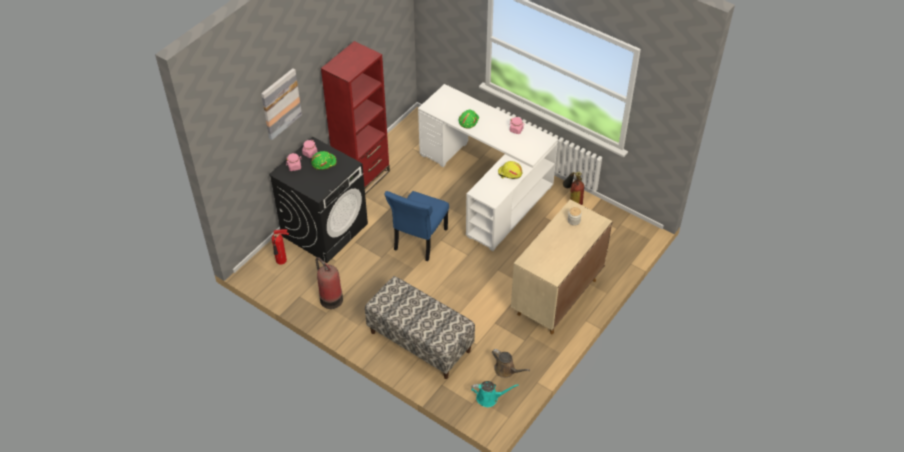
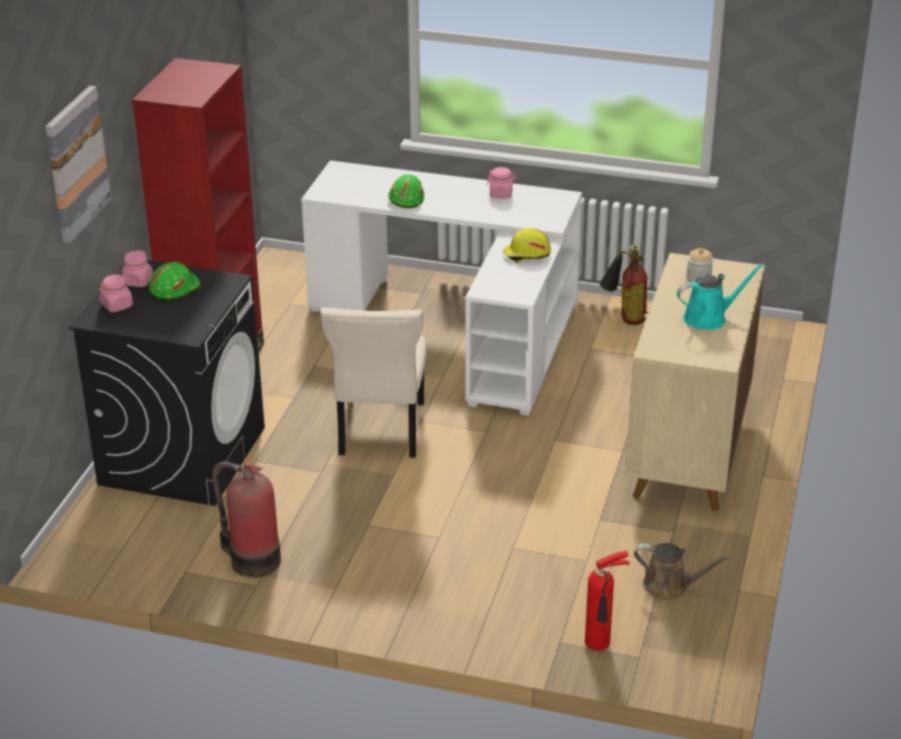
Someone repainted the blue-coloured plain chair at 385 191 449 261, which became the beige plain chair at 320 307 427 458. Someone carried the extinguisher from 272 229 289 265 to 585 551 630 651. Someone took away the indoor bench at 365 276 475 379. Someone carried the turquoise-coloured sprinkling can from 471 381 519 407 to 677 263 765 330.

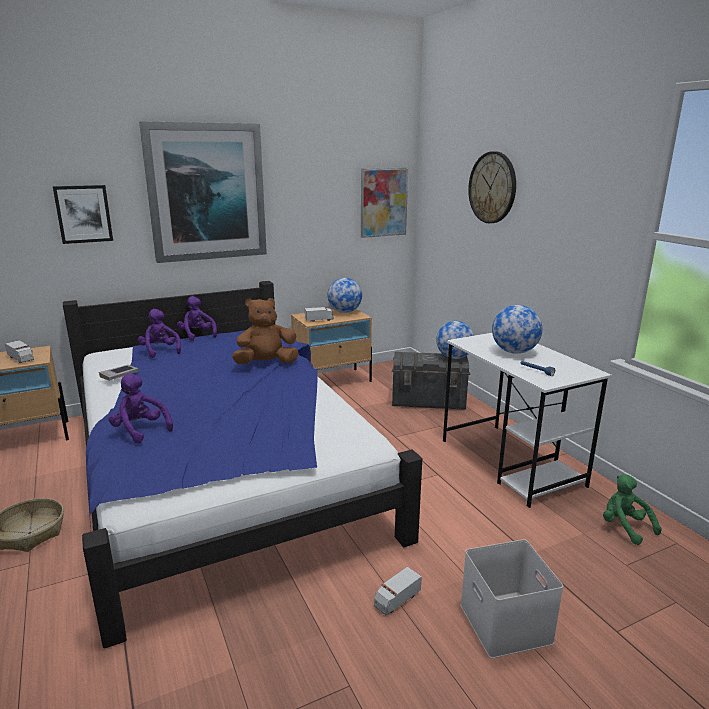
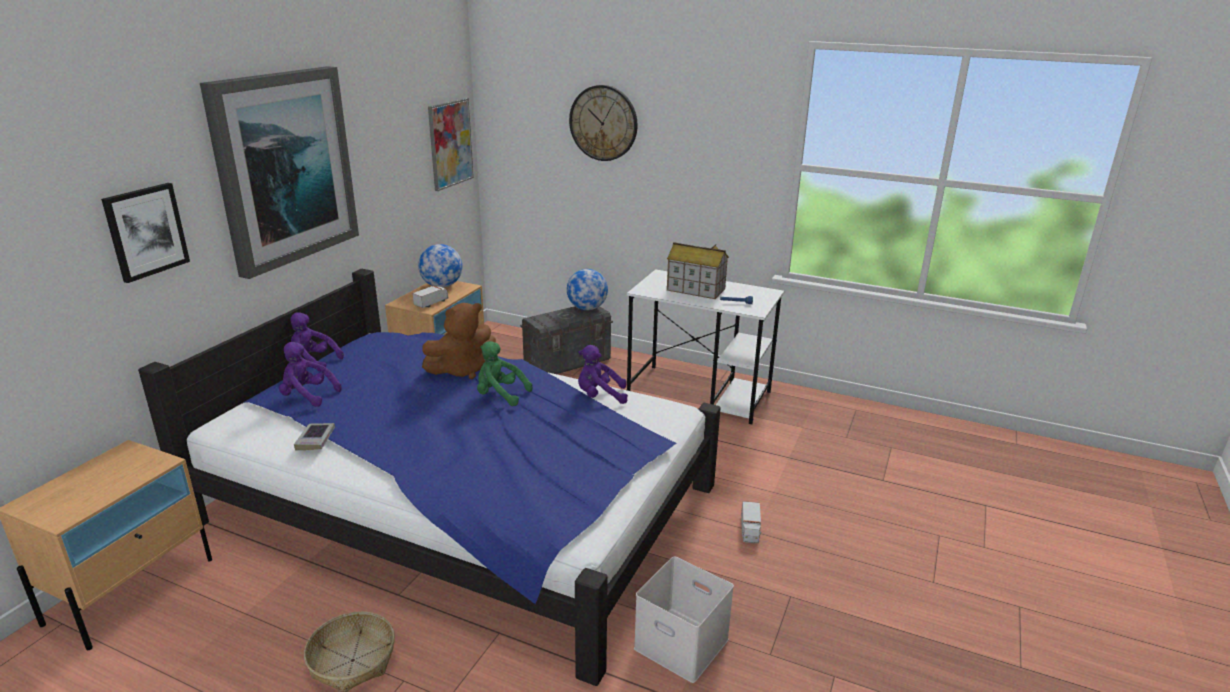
Someone rotated the brown soft toy at 232 298 299 364 by 150 degrees counterclockwise. Someone swapped the globe at 492 305 542 354 for the toy house at 667 242 729 299. Someone took away the toy truck at 5 340 34 363. Someone carried the purple-coloured soft toy from 108 374 173 444 to 578 345 628 404. Someone carried the green soft toy from 603 474 662 545 to 477 341 532 406. Someone carried the white-coloured storage container from 460 539 563 658 to 634 556 734 683.

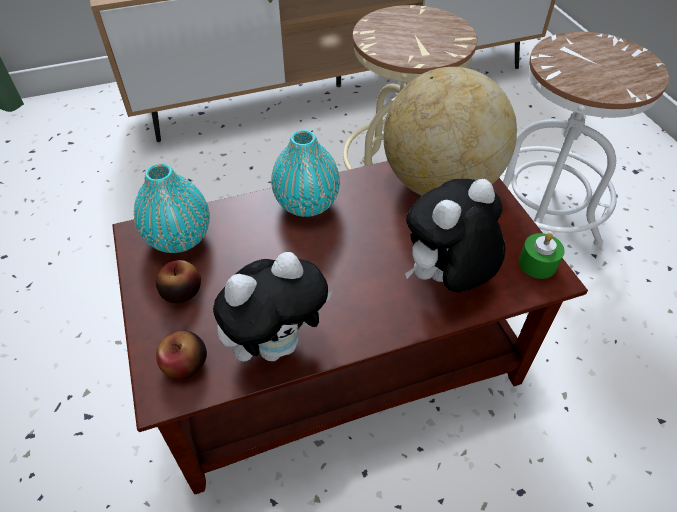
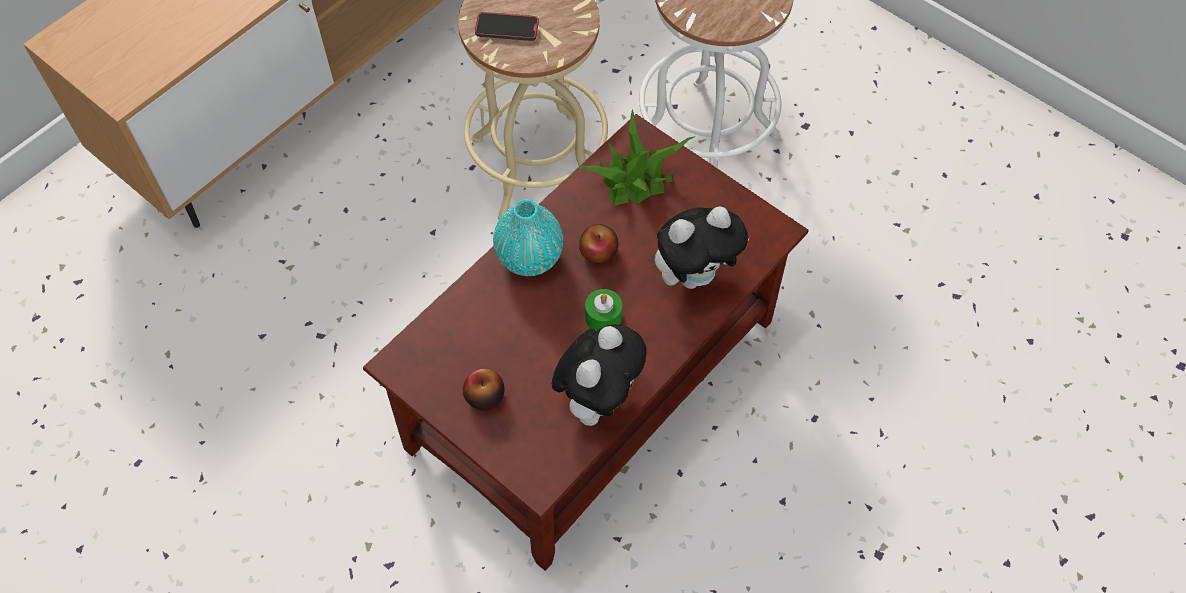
Someone swapped the globe at 383 67 517 196 for the houseplant at 578 109 696 206. Someone took away the turquoise-coloured vase at 134 164 210 253. Someone rotated the soft toy at 405 179 506 292 by 135 degrees counterclockwise. Someone carried the green wax light from 519 233 565 279 to 585 289 622 331. Someone carried the whole apple from 156 330 207 379 to 579 224 618 263. Someone put down the handset at 475 12 539 41.

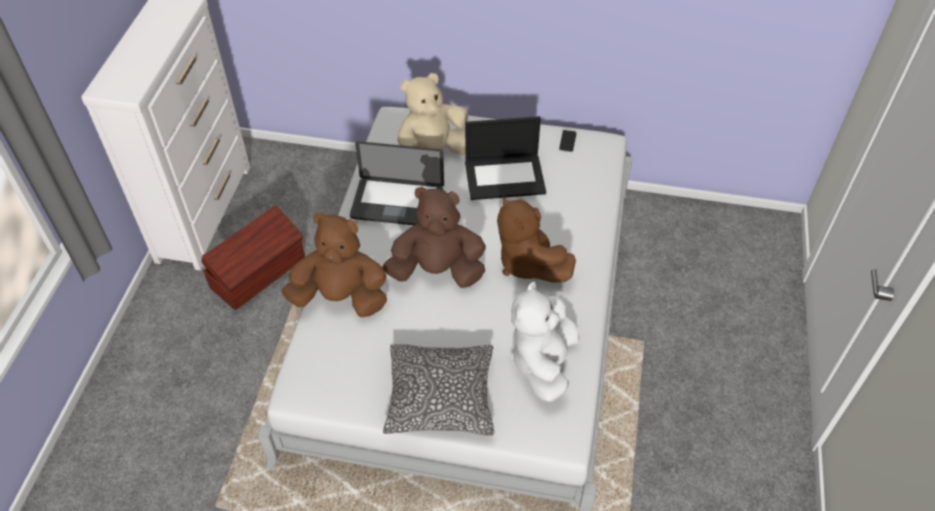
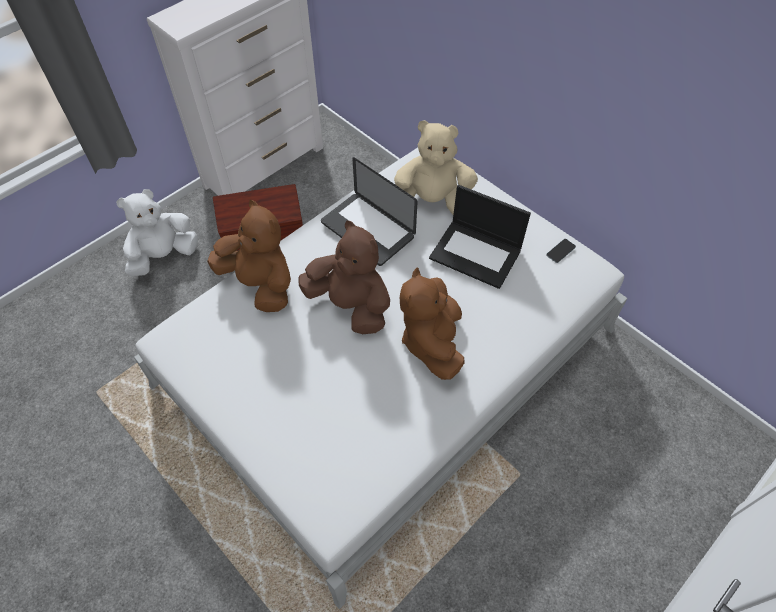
Someone carried the white-coloured soft toy from 511 282 580 402 to 116 189 198 276. Someone took away the cushion at 383 344 494 436.

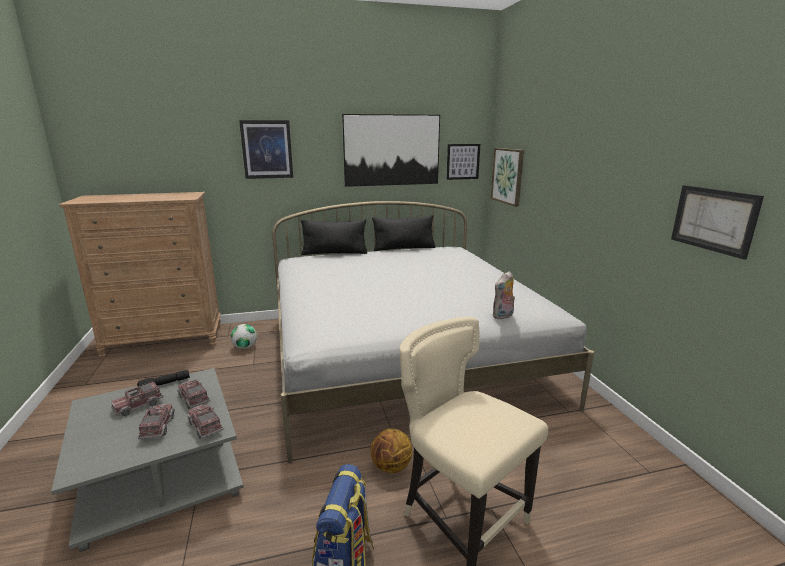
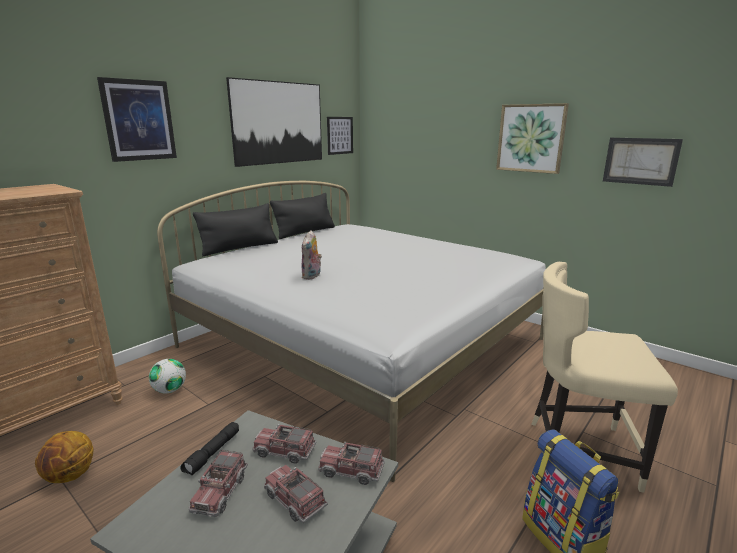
Someone carried the wall picture from 491 148 524 207 to 496 103 569 174. Someone carried the soft toy from 492 271 515 320 to 302 230 322 280. Someone carried the ball for basketball from 370 428 412 473 to 35 431 94 483.

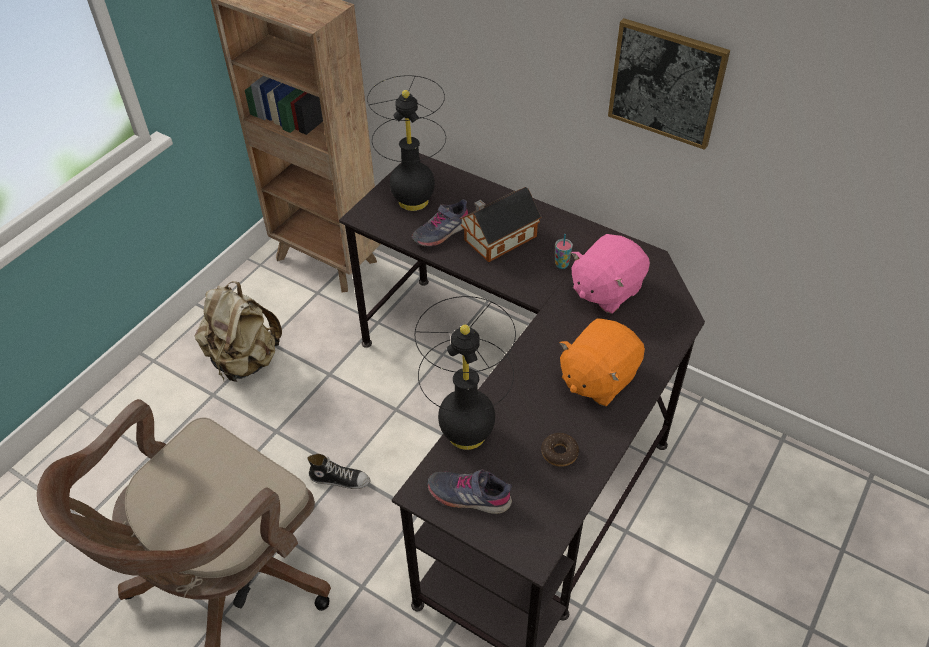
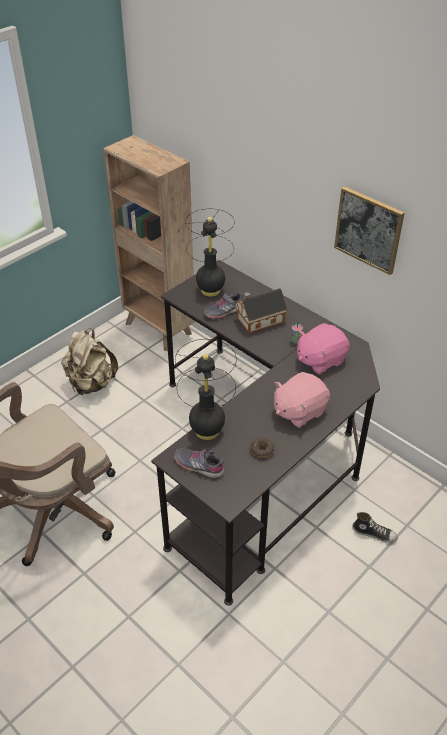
Someone repainted the orange-coloured soft toy at 559 318 645 406, which became the pink-coloured soft toy at 274 372 330 428. Someone carried the item of footwear from 307 454 371 489 to 352 512 398 542.

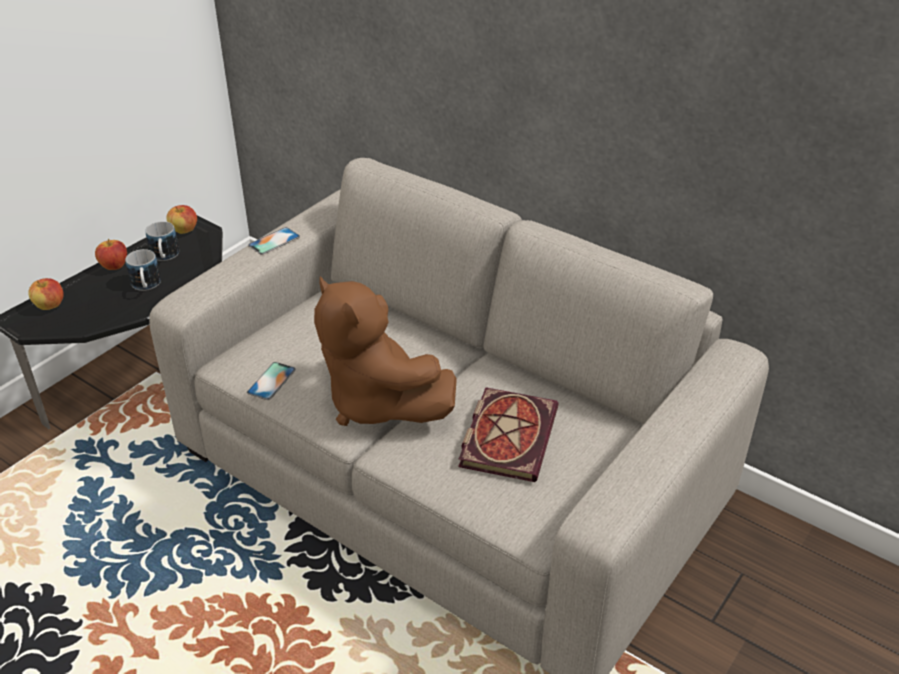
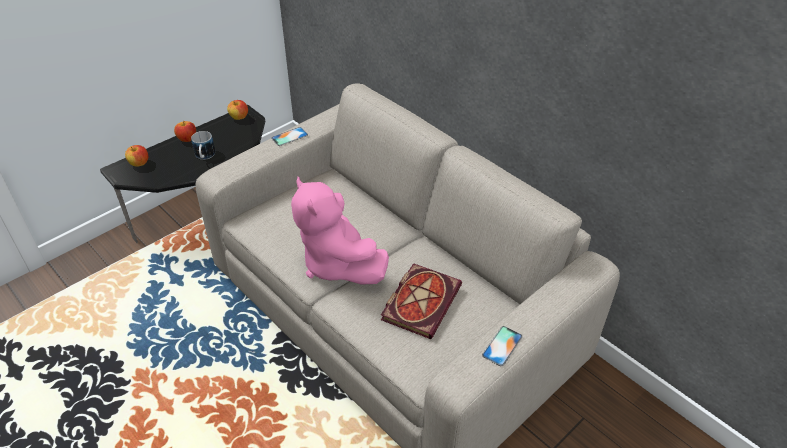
Someone took away the coffee mug at 145 221 179 261. Someone repainted the brown soft toy at 314 276 457 426, which became the pink-coloured soft toy at 291 177 389 285. Someone carried the handset from 247 362 296 400 to 482 326 523 366.

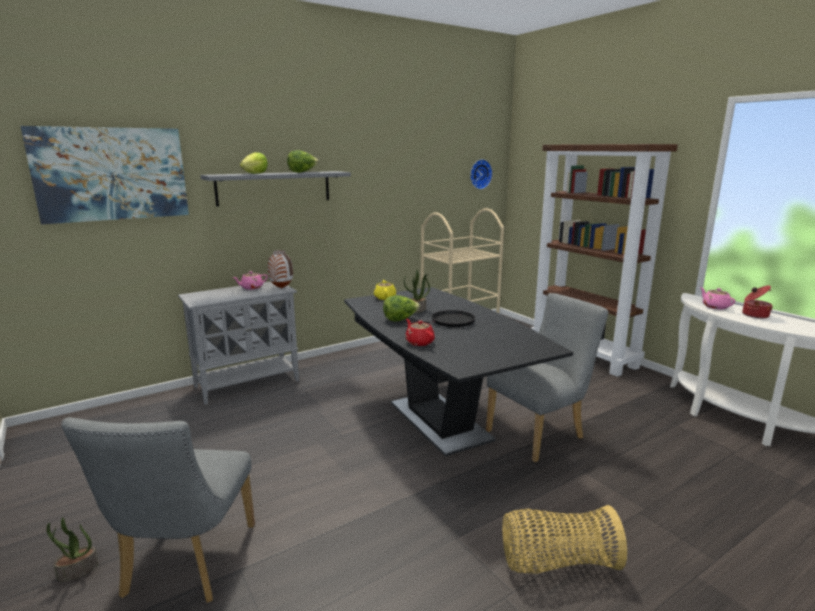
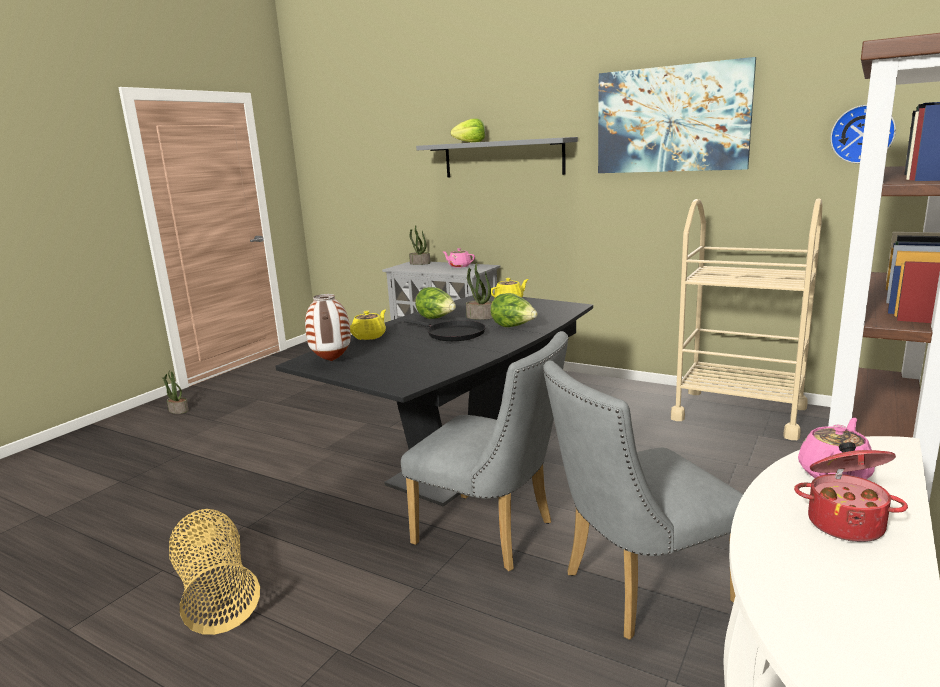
Someone carried the wall picture from 21 126 189 224 to 598 57 756 173. Someone carried the head of lettuce from 287 150 319 173 to 491 293 538 327. Someone carried the vase from 268 250 293 288 to 305 294 351 361. Someone repainted the red tea pot at 405 319 435 346, which became the yellowish tea pot at 350 310 386 340. Someone carried the grey plain chair from 61 417 255 603 to 543 361 743 640. Someone put down the houseplant at 409 226 430 265.

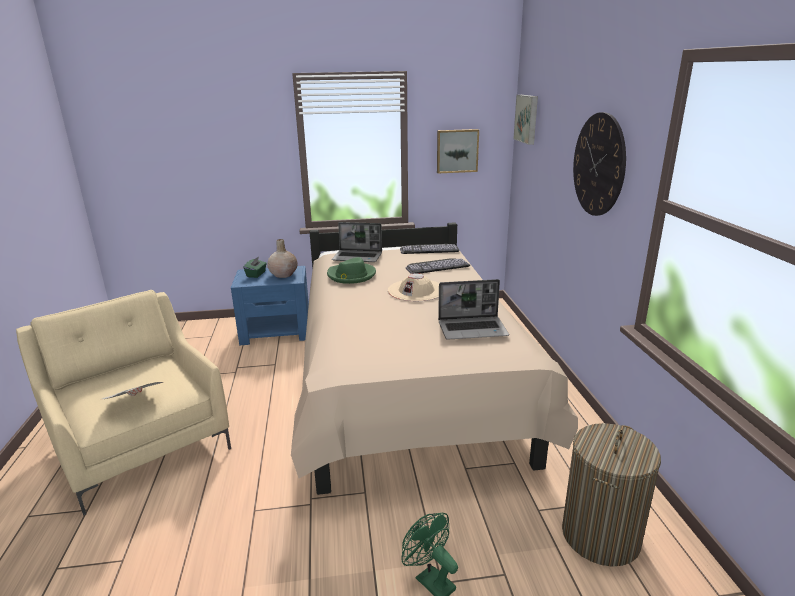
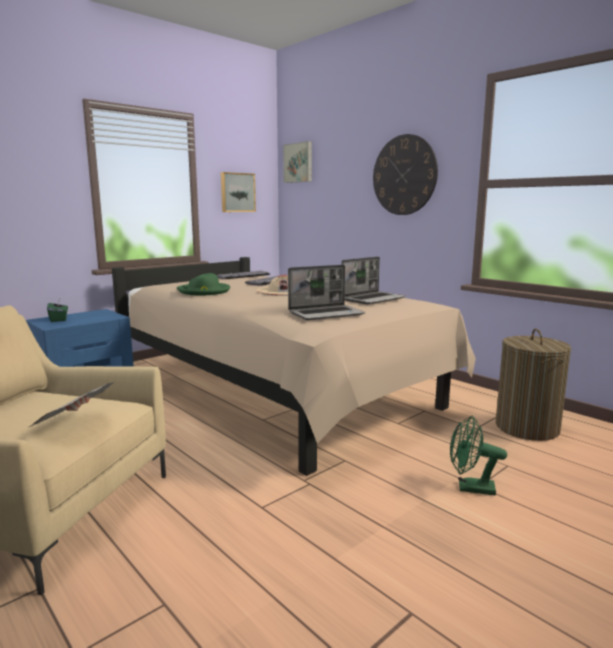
Someone carried the portable computer from 332 222 382 262 to 288 265 365 320. Someone took away the beige vase at 267 239 298 278.

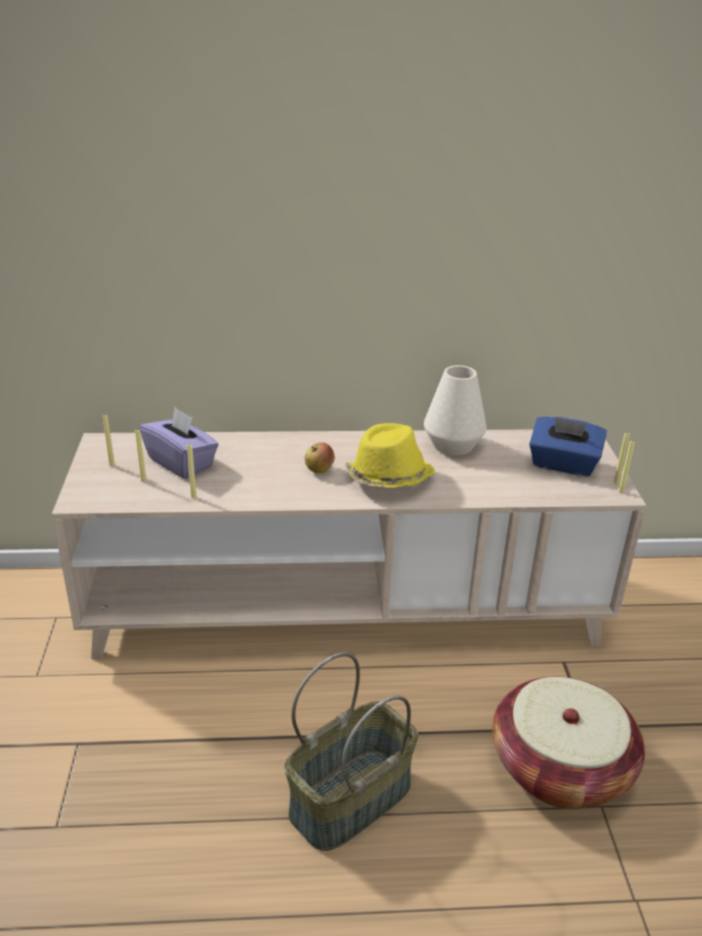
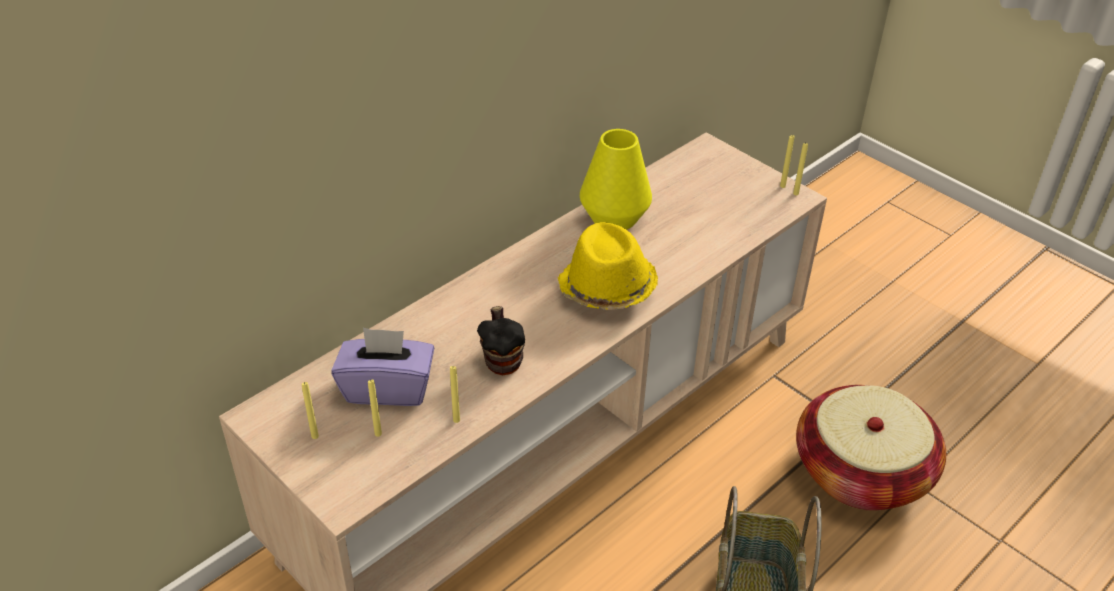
Someone repainted the white-coloured vase at 424 365 487 456, which became the yellowish vase at 580 129 652 230. Someone took away the blue-coloured box of tissues at 529 416 607 477. Someone took away the whole apple at 305 442 335 474. Someone put down the coffee mug at 477 306 525 375.

